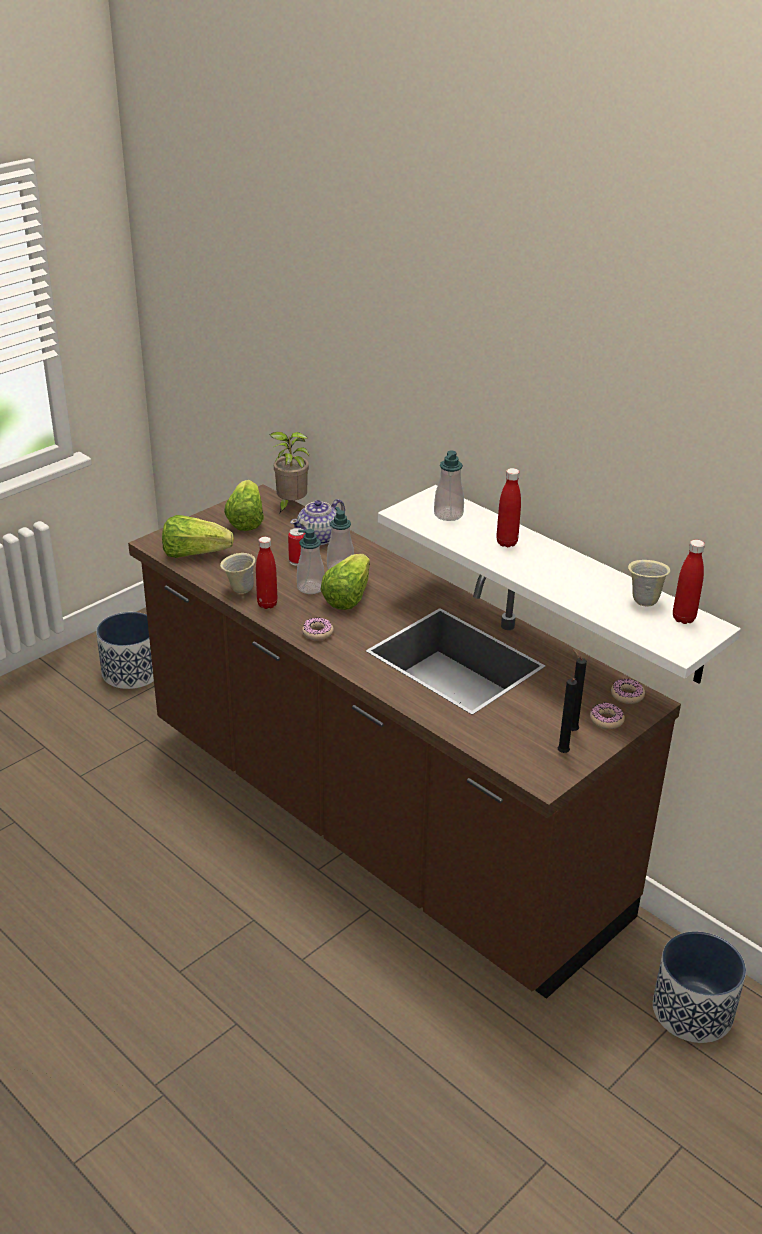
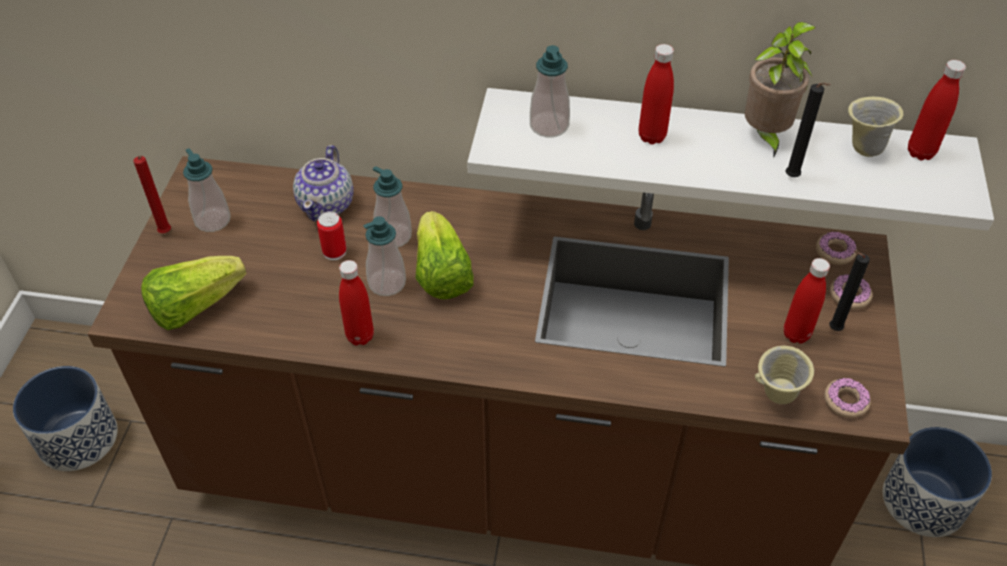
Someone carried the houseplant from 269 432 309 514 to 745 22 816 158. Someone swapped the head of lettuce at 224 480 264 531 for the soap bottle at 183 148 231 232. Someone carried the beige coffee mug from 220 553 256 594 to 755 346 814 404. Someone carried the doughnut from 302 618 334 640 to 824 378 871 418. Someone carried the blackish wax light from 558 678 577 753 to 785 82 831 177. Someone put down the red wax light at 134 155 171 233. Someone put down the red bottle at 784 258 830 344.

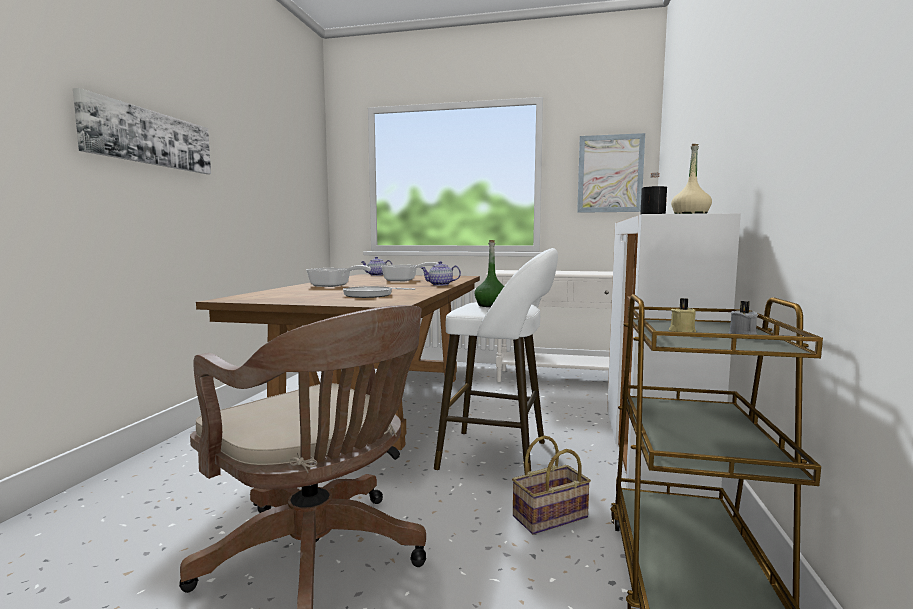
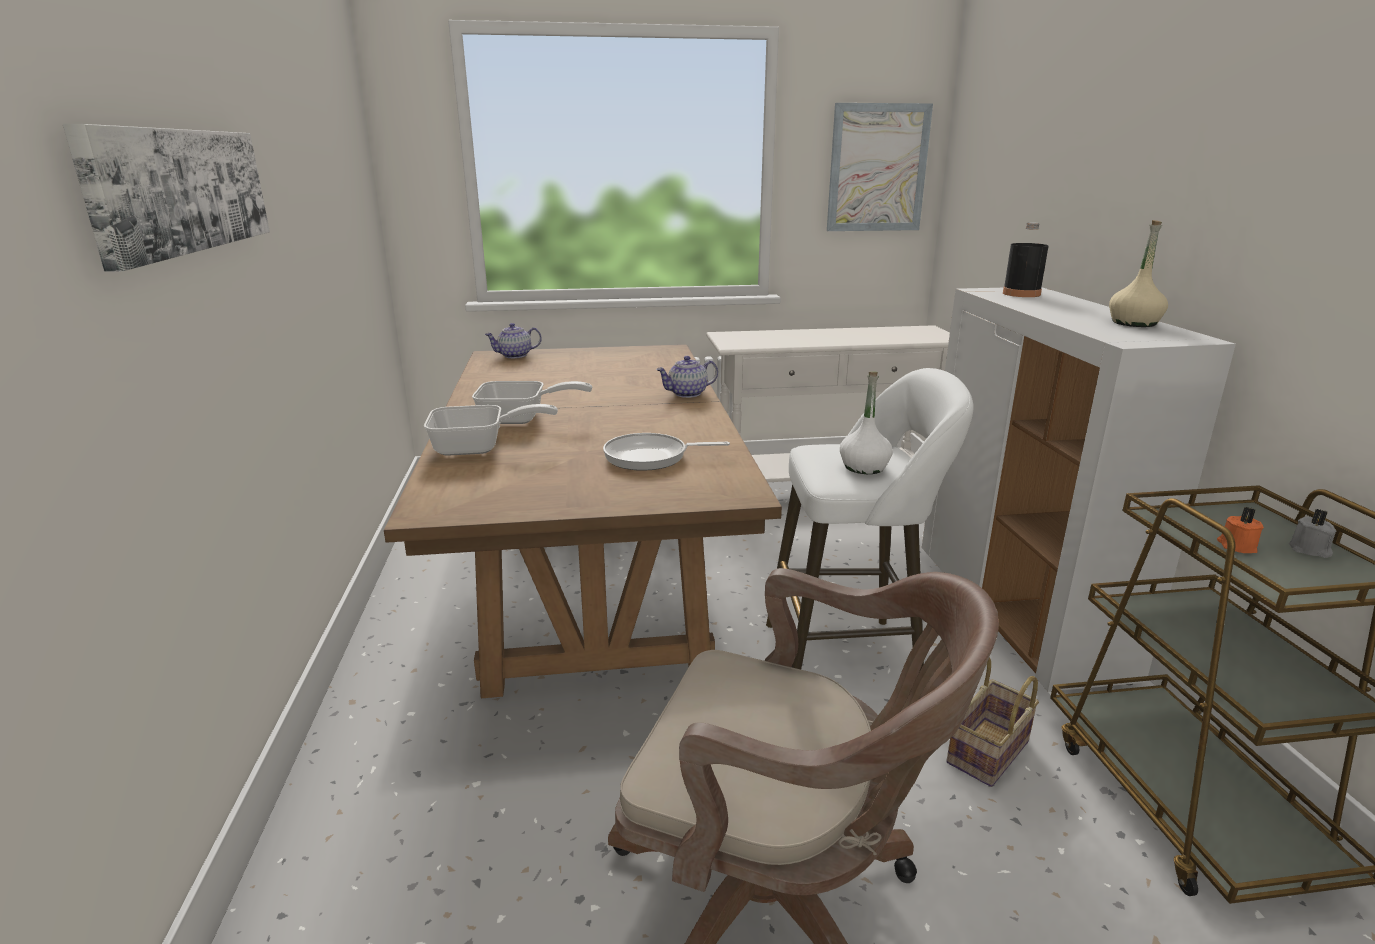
Someone repainted the green bottle at 474 240 504 307, which became the white-coloured bottle at 840 372 893 474. Someone carried the frying pan from 381 262 439 281 to 424 404 558 456. Someone repainted the beige wax light at 669 298 696 332, which became the orange-coloured wax light at 1217 507 1264 553.

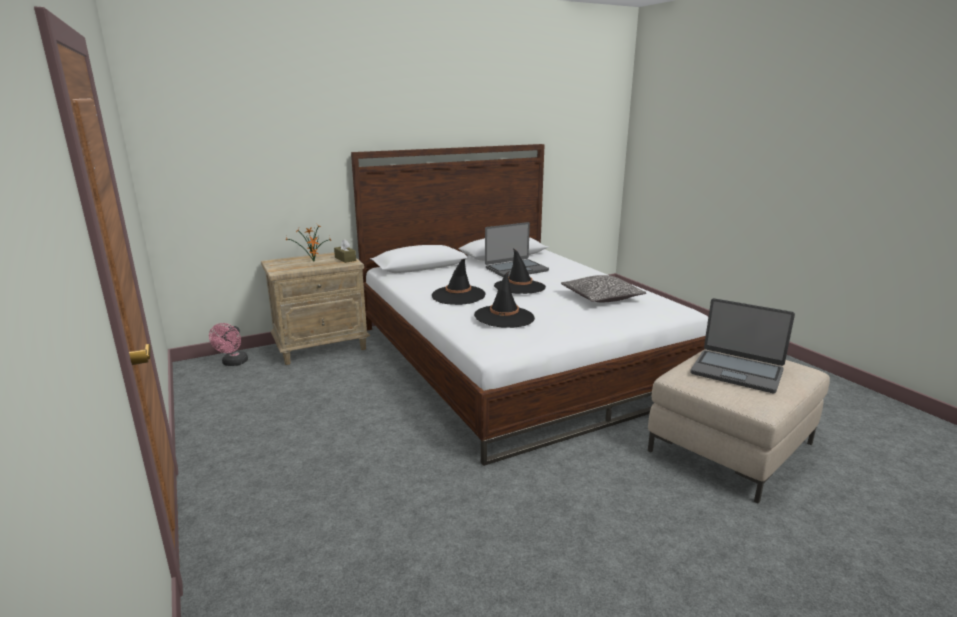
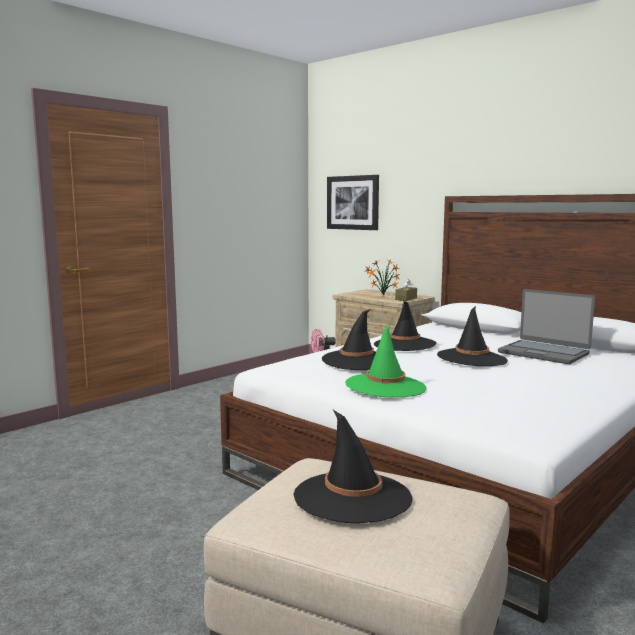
Someone took away the cushion at 561 275 646 302. Someone swapped the portable computer at 690 298 795 393 for the blackish hat at 293 410 413 523. Someone put up the wall picture at 327 175 379 230. Someone put down the green hat at 345 325 427 397.

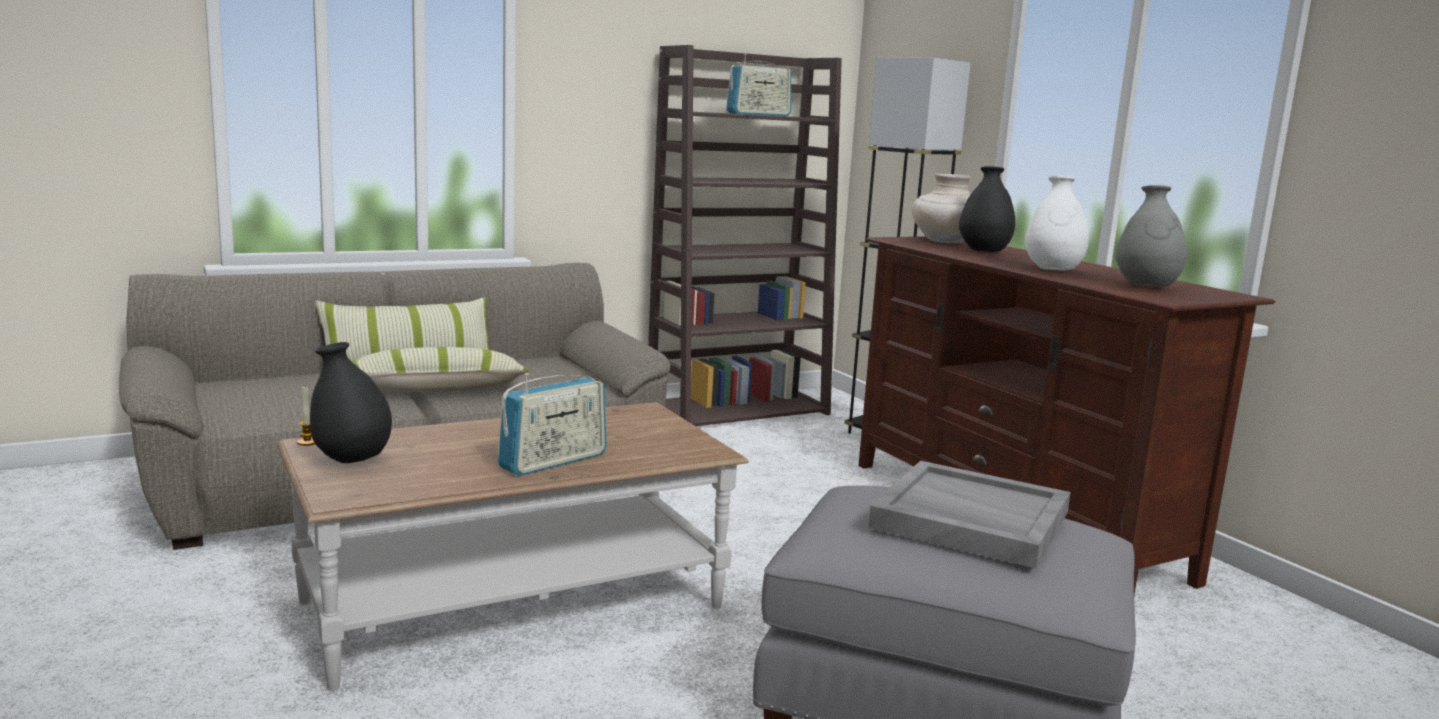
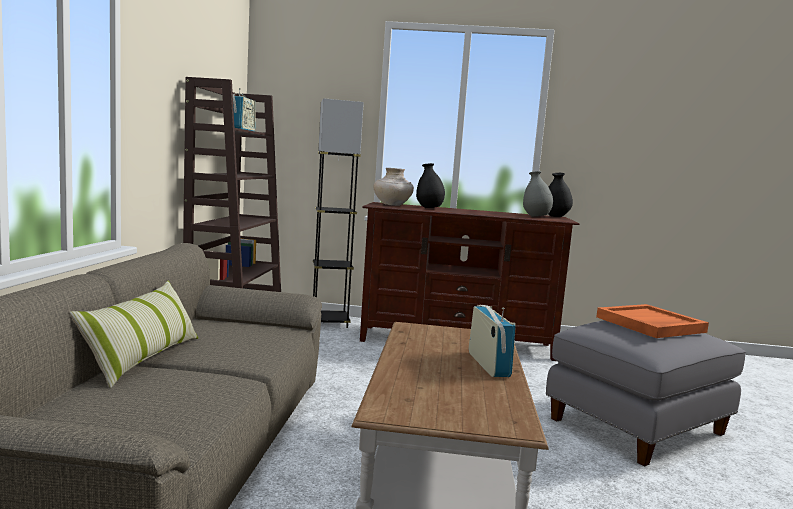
Someone took away the white-coloured vase at 1025 176 1089 271. Someone carried the blackish vase from 310 342 392 463 to 548 173 573 217. Someone took away the cushion at 352 347 530 392. Someone took away the wax light at 297 387 315 446. Someone repainted the grey serving tray at 868 461 1071 568, which became the orange-coloured serving tray at 596 304 709 338.

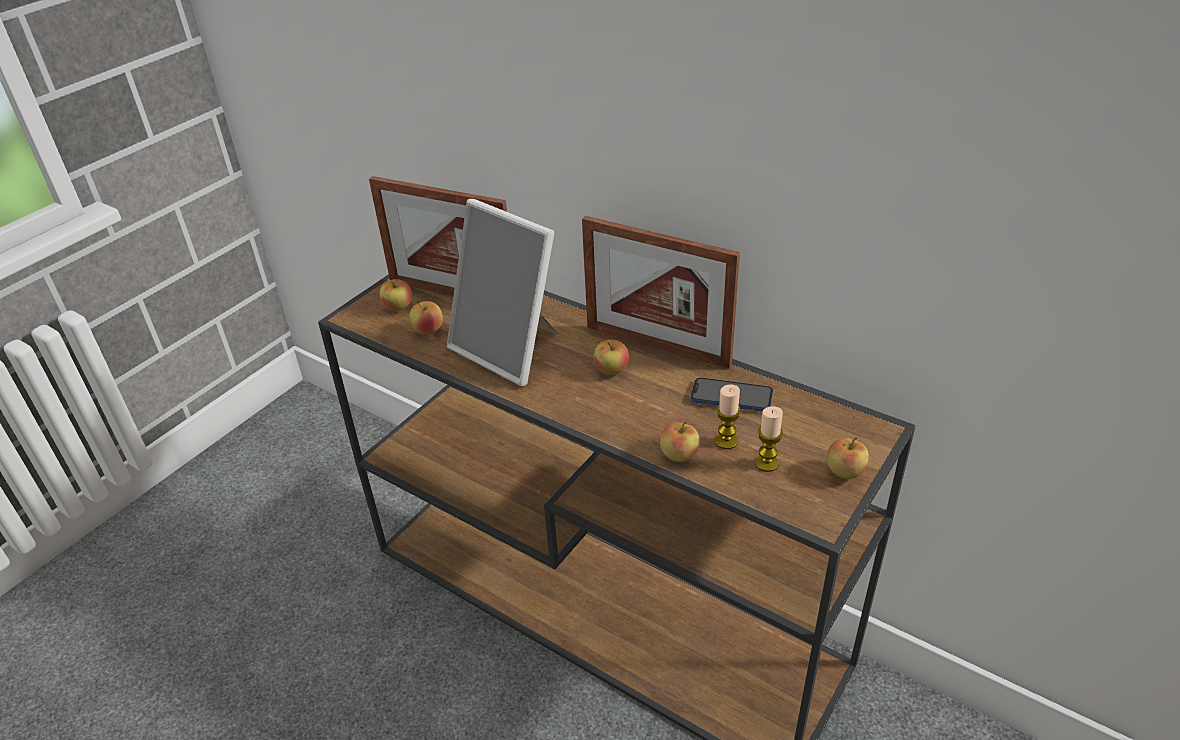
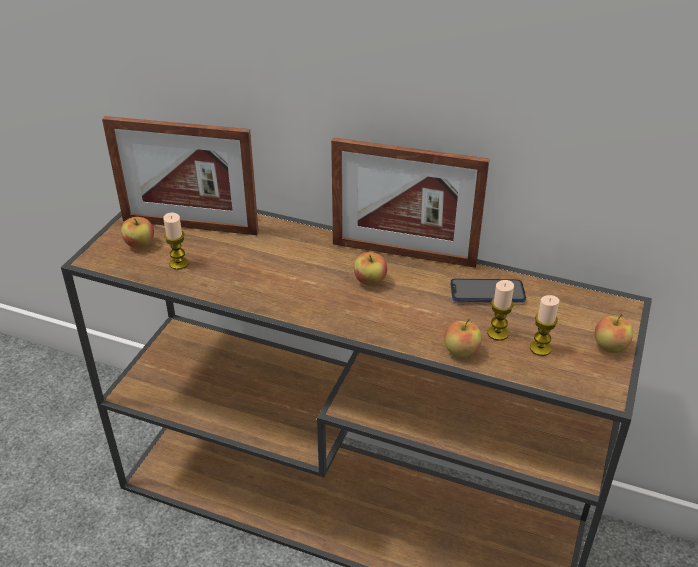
Someone took away the standing frame at 447 199 558 386. Someone swapped the whole apple at 409 301 443 335 for the wax light at 163 213 189 270.

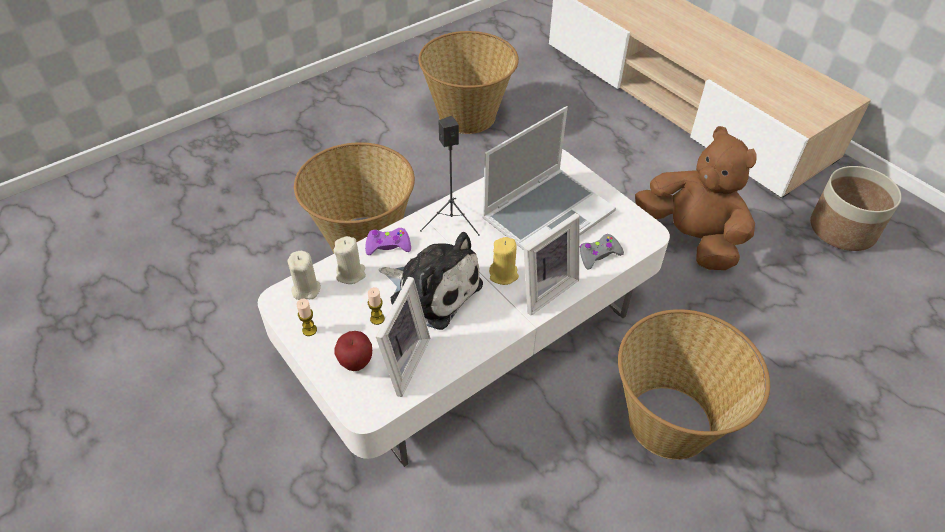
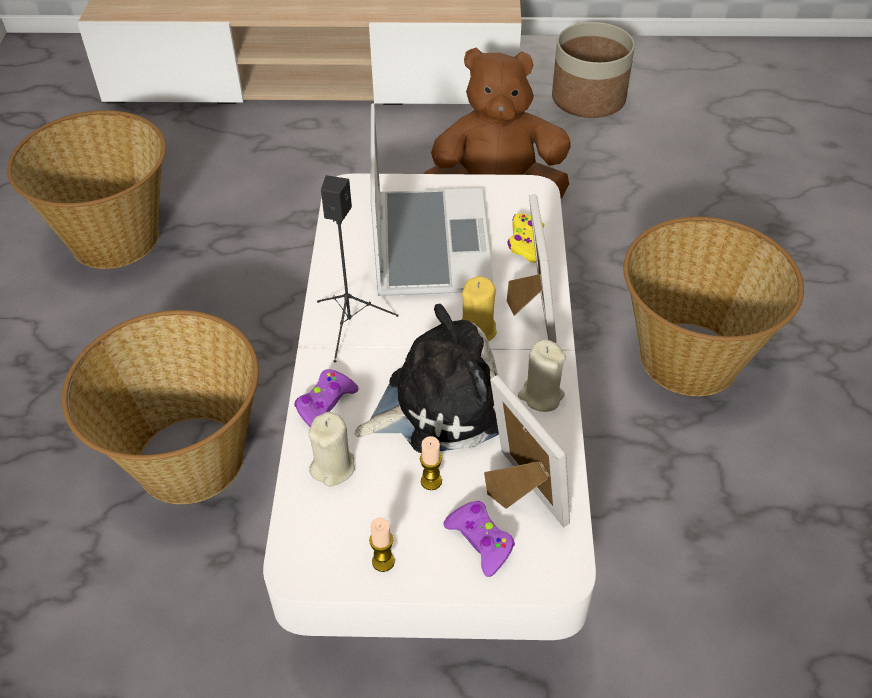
Someone repainted the grey game controller at 579 234 624 269, which became the yellowish game controller at 508 213 544 263. Someone carried the beige wax light from 288 251 321 300 to 518 339 566 412. Someone swapped the whole apple at 335 331 372 371 for the purple-coloured game controller at 444 501 515 577.

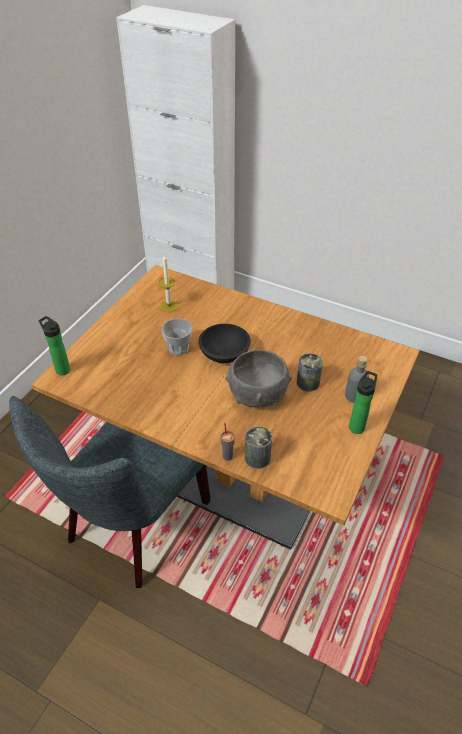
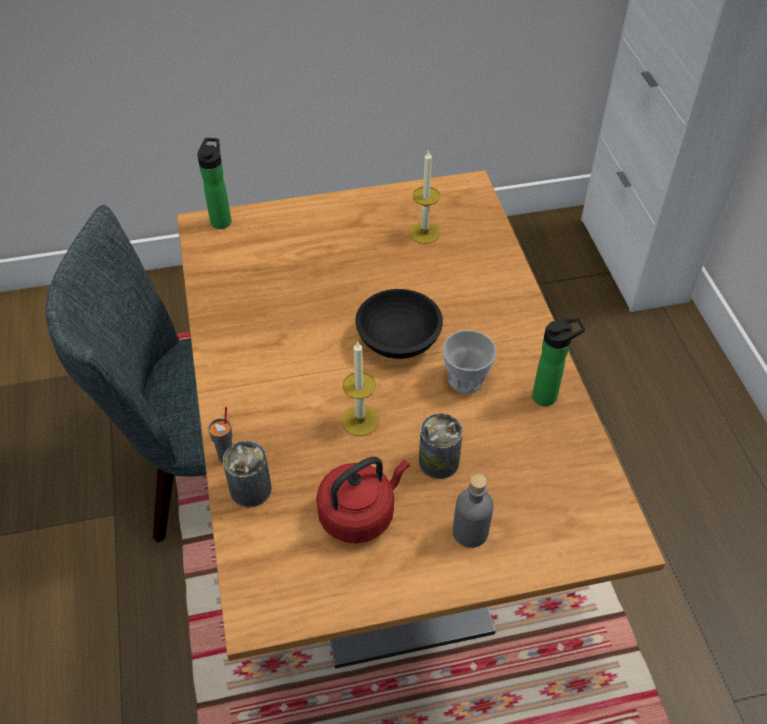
Someone carried the cup from 162 318 192 355 to 443 330 497 394. Someone swapped the grey serving bowl at 225 350 292 408 for the wax light at 342 341 379 436. Someone carried the bottle from 349 371 377 434 to 532 317 585 406. Someone put down the red tea kettle at 316 457 410 543.

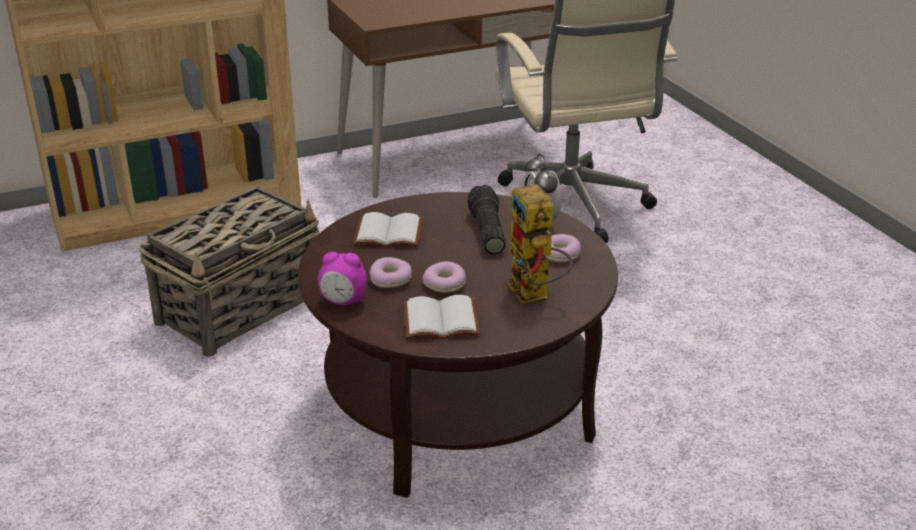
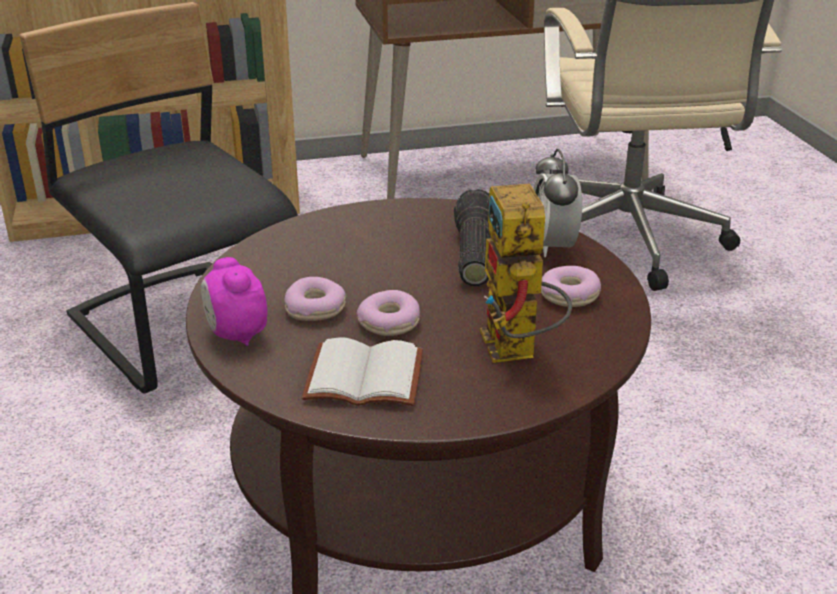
Someone swapped the storage basket at 139 186 320 357 for the blackish plain chair at 19 2 298 394. Someone took away the white-coloured book at 353 212 423 247. Someone rotated the alarm clock at 318 252 367 305 by 45 degrees clockwise.

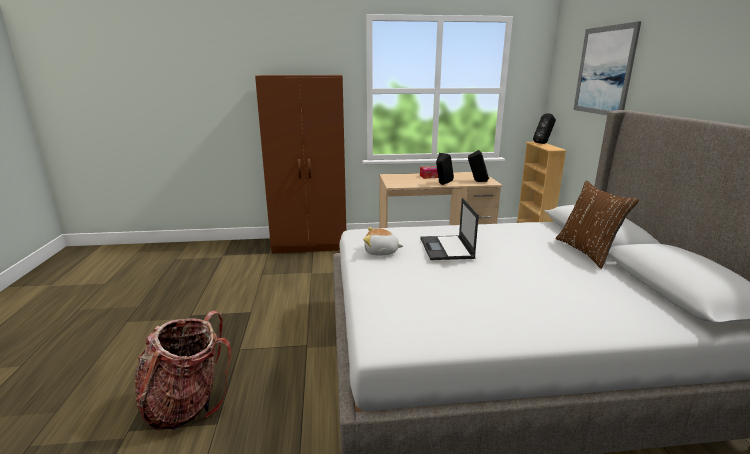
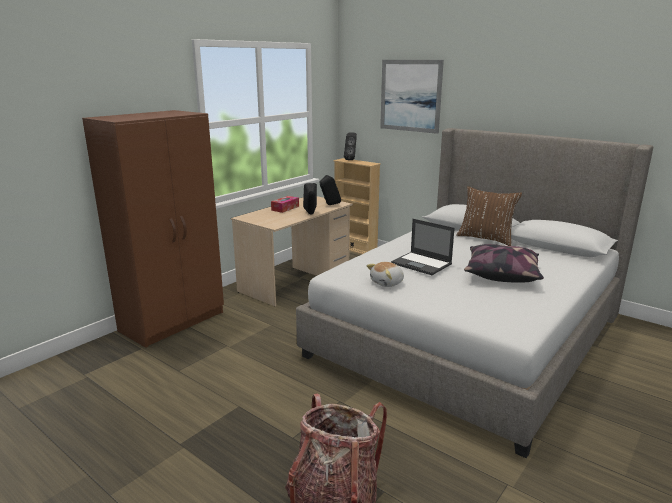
Someone put down the cushion at 464 244 544 282.

